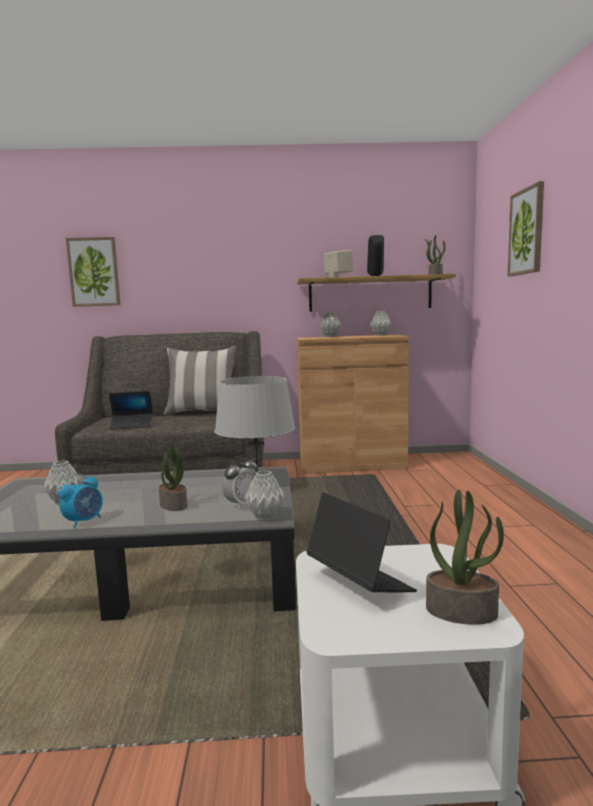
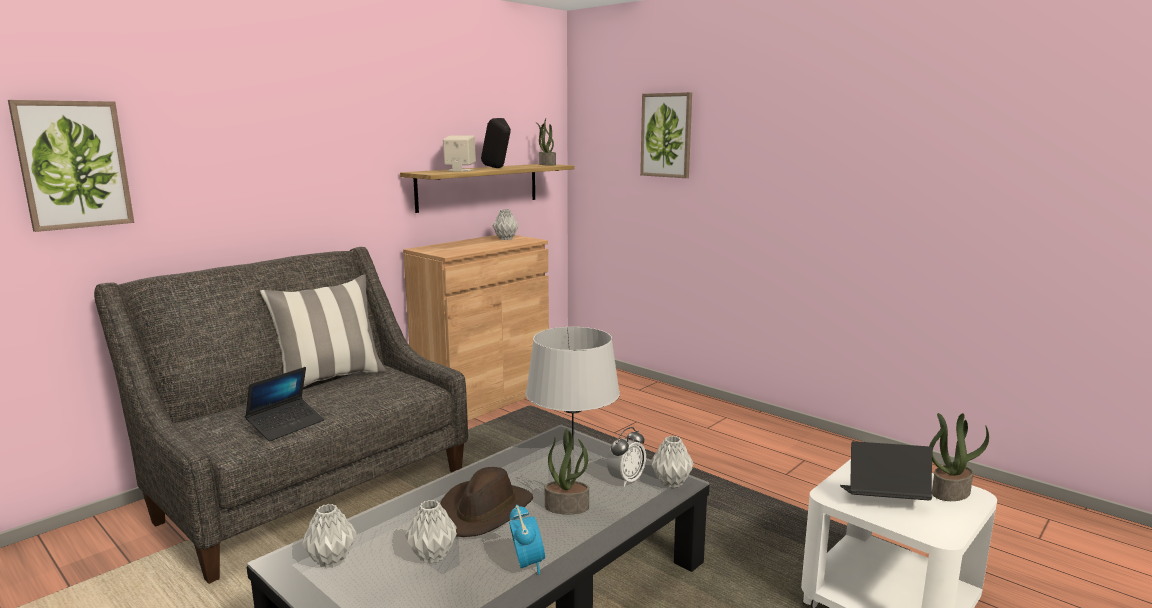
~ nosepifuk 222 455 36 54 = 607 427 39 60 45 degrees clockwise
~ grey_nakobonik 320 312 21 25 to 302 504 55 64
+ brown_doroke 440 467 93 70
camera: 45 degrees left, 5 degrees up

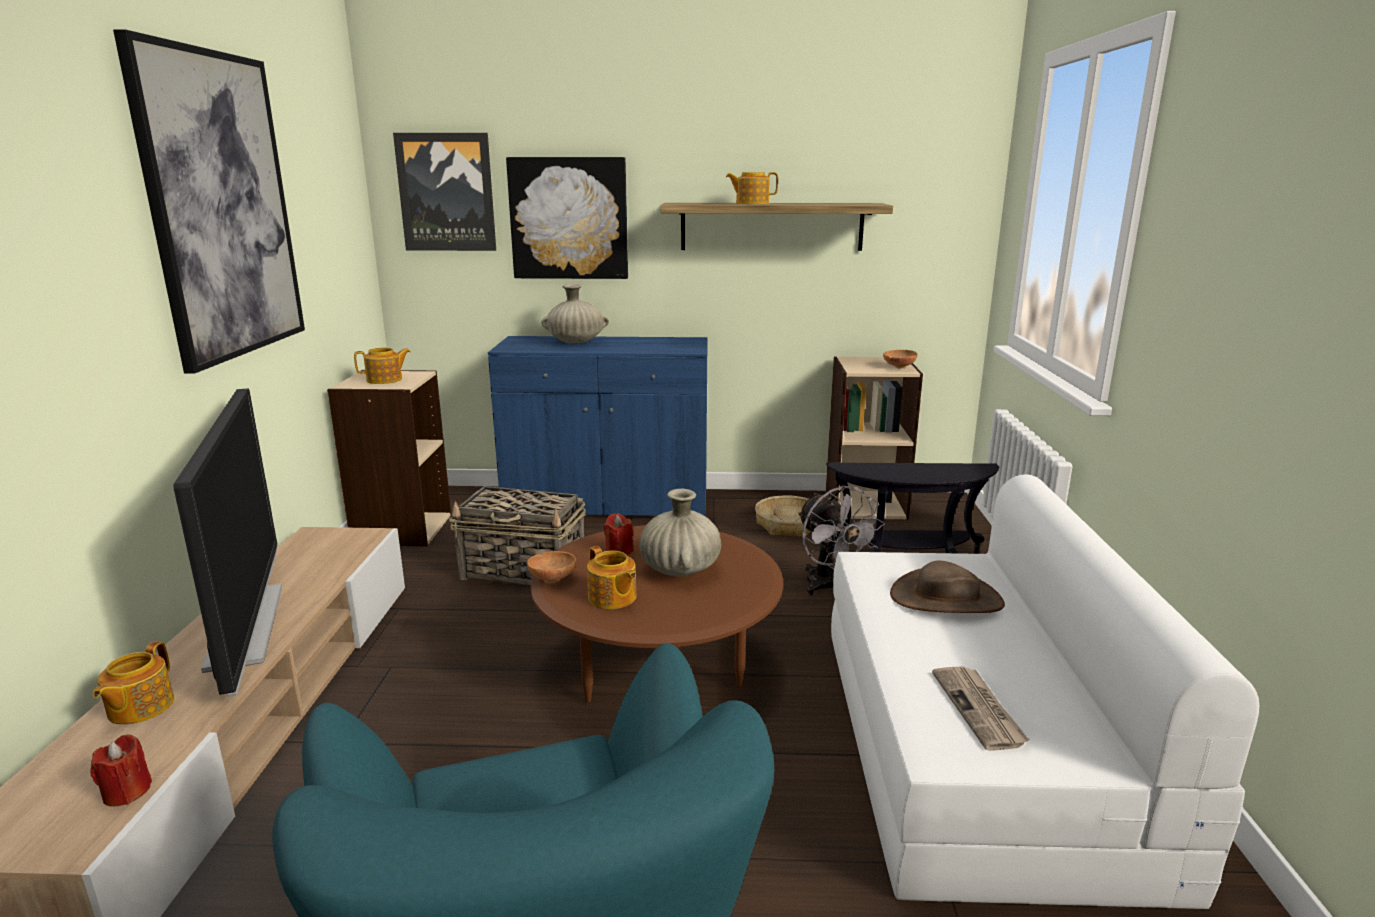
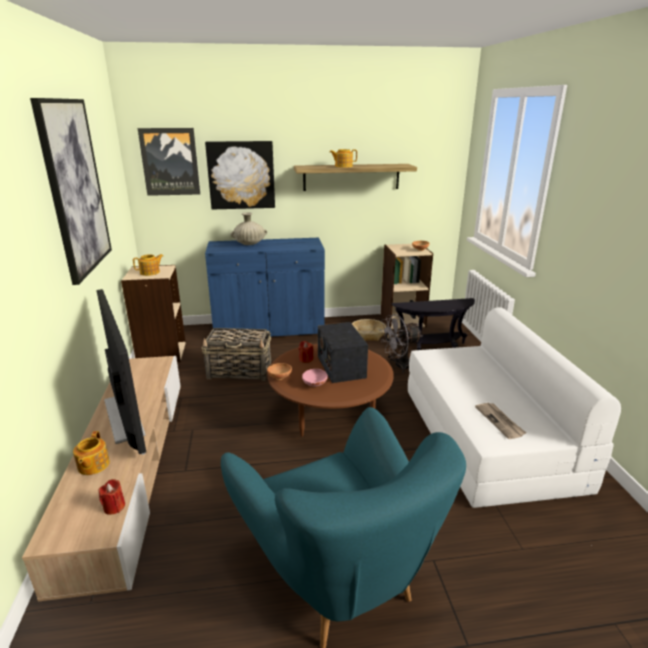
~ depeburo 587 546 50 63 to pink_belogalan 302 369 26 18
~ beige_nakobonik 639 489 82 88 to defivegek 318 322 50 61
~ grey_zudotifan 798 485 87 111 = 380 314 42 60 105 degrees clockwise
- brown_doroke 890 561 115 52
camera: 10 degrees left, 5 degrees up

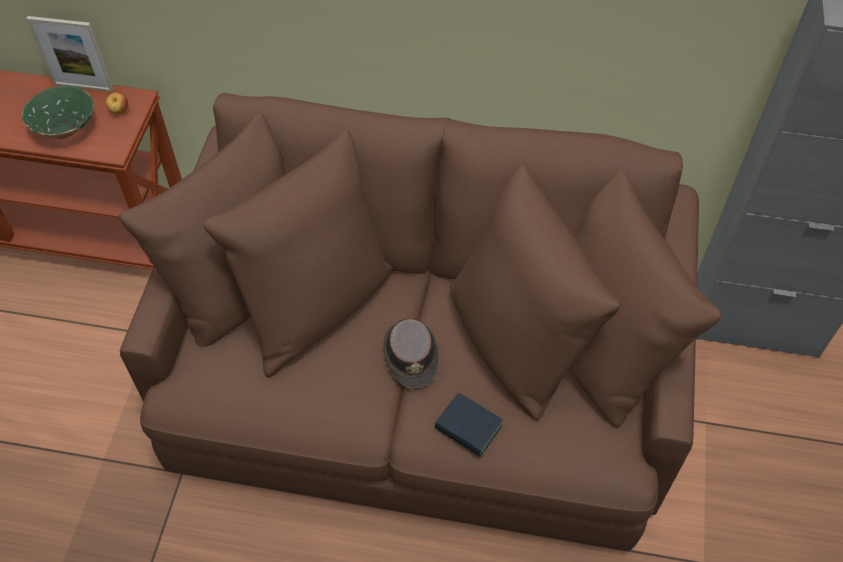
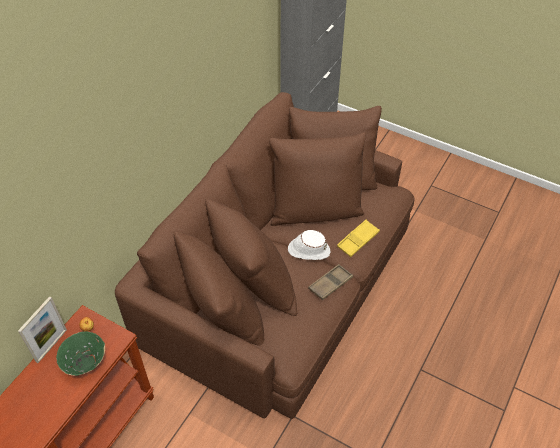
~ brown_doroke 383 318 56 71 to white_doroke 288 230 42 30
~ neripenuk 434 393 69 64 to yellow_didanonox 337 220 43 37
+ brown_didanonox 308 264 45 36
camera: 70 degrees left, 5 degrees down

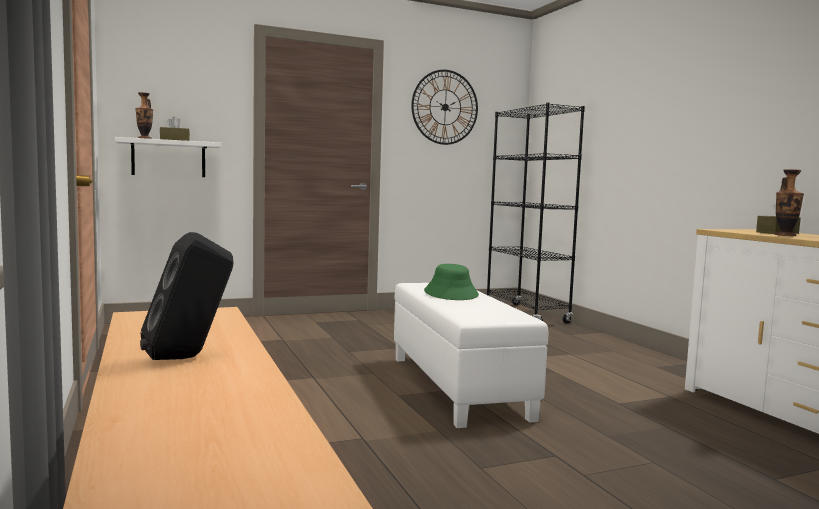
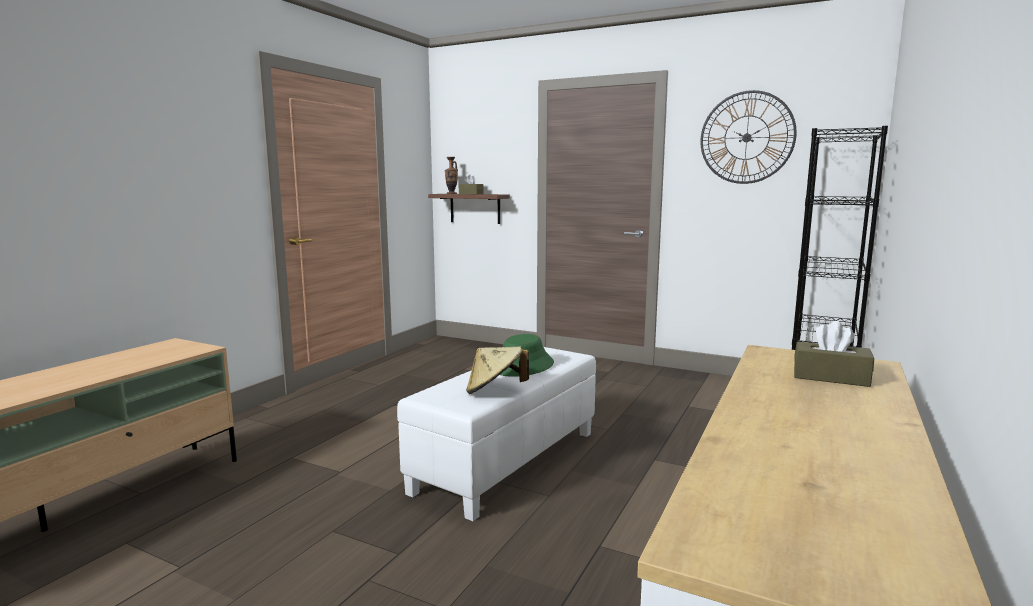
~ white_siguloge 115 137 106 40 to brown_siguloge 428 194 82 30
- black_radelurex 140 232 93 128
- nakobonik 775 169 29 67
+ beige_doroke 466 347 63 47
camera: 50 degrees right, 5 degrees up

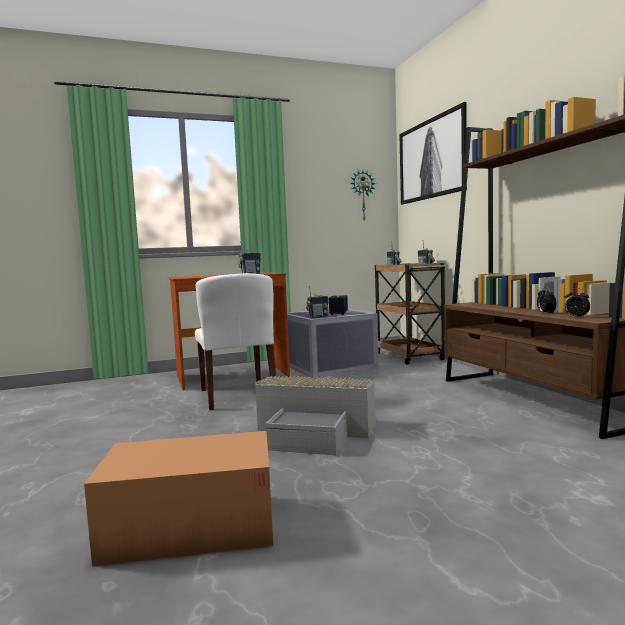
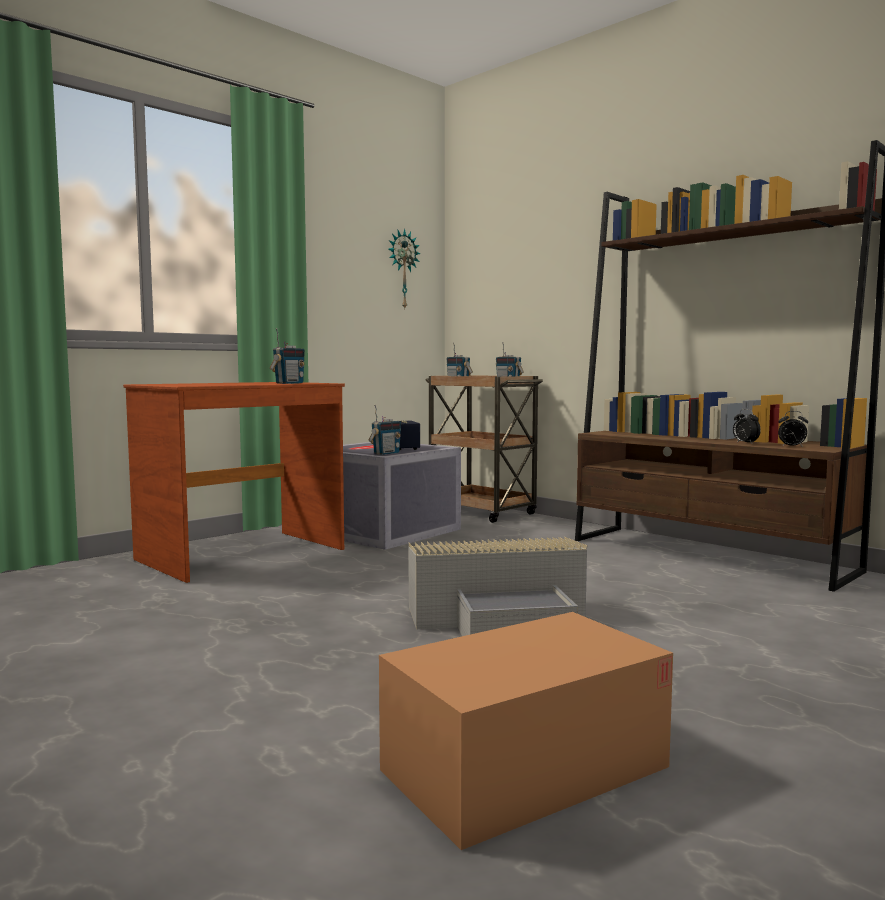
- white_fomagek 195 273 81 137
- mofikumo 399 102 68 103
camera: 25 degrees left, 0 degrees up

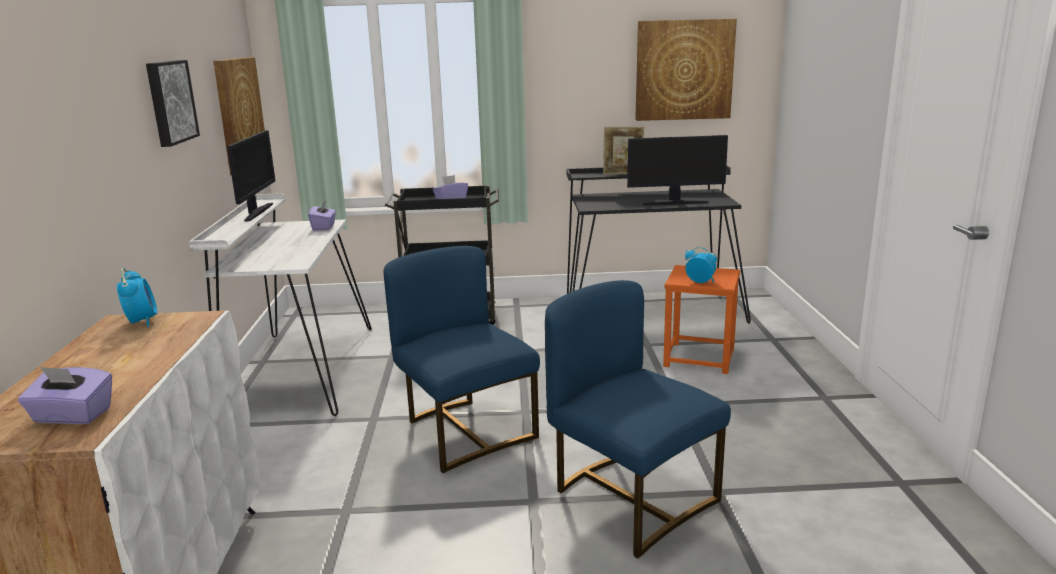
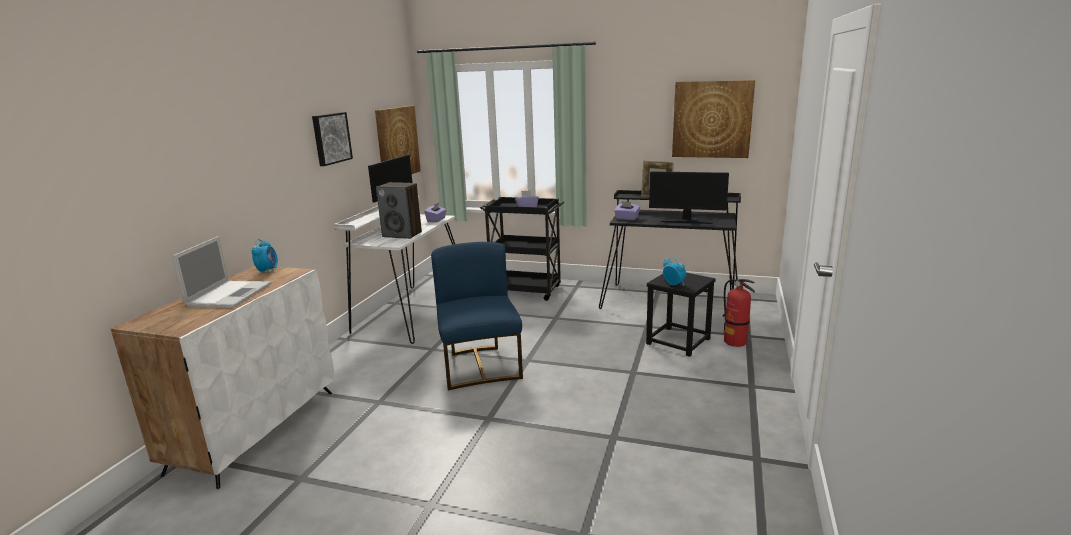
~ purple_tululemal 18 367 94 57 to 614 201 26 19
- blue_fomagek 545 280 186 279
~ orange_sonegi 663 265 77 109 to black_sonegi 646 273 70 84
+ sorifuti 172 236 99 72
+ radelurex 376 182 46 57
+ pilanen 723 279 32 68
camera: 20 degrees right, 0 degrees up

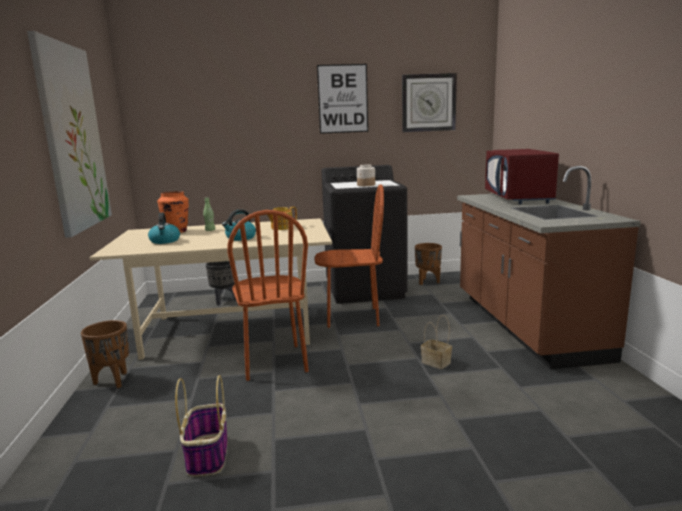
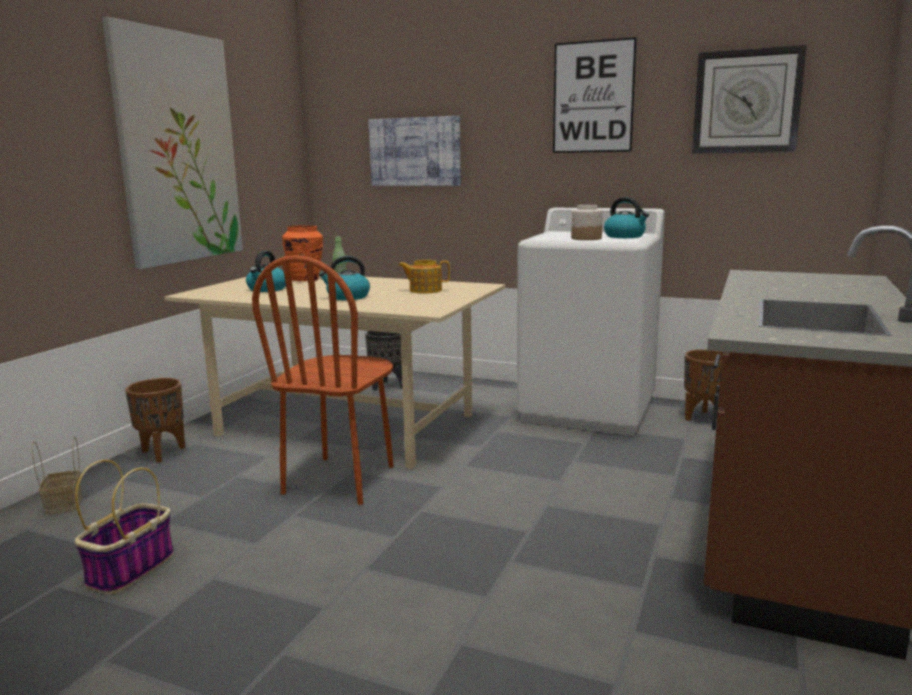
- brown_fomagek 315 184 69 144
~ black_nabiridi 322 165 85 139 to white_nabiridi 517 208 148 228
~ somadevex 421 315 31 54 to 32 437 50 78
- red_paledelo 485 149 74 55
+ mofikumo 369 116 92 70
+ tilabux 604 197 45 41
camera: 30 degrees right, 0 degrees up

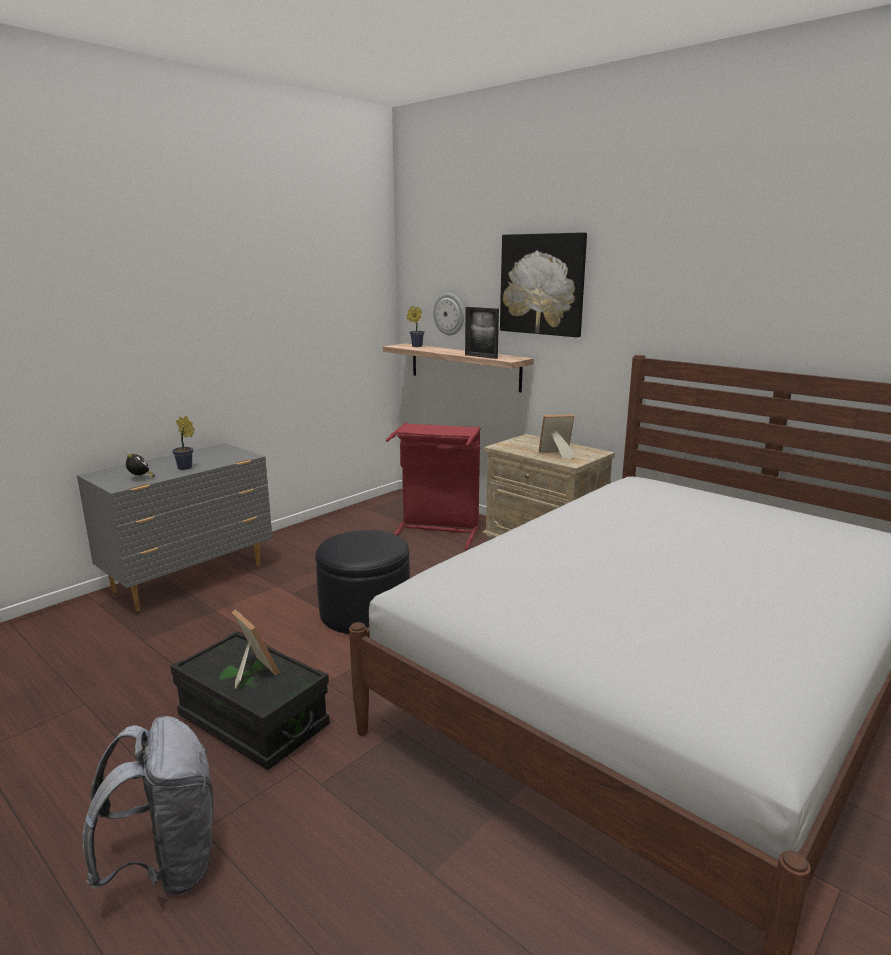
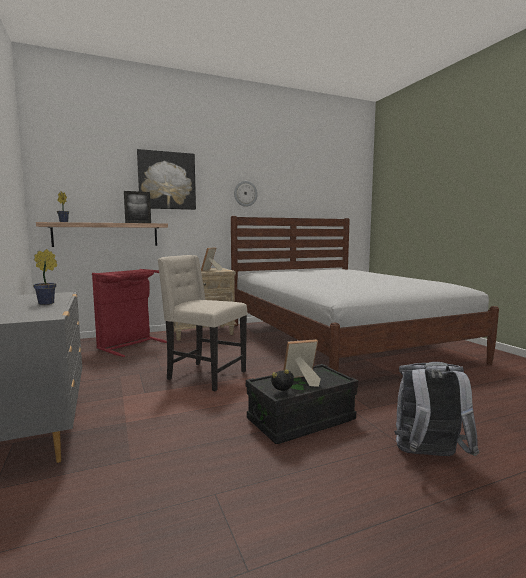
~ nosepifuk 126 453 29 24 to 271 369 23 22
~ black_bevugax 315 530 95 104 to beige_fomagek 158 255 89 136
~ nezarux 433 293 31 42 to 234 181 24 26
camera: 65 degrees left, 10 degrees down

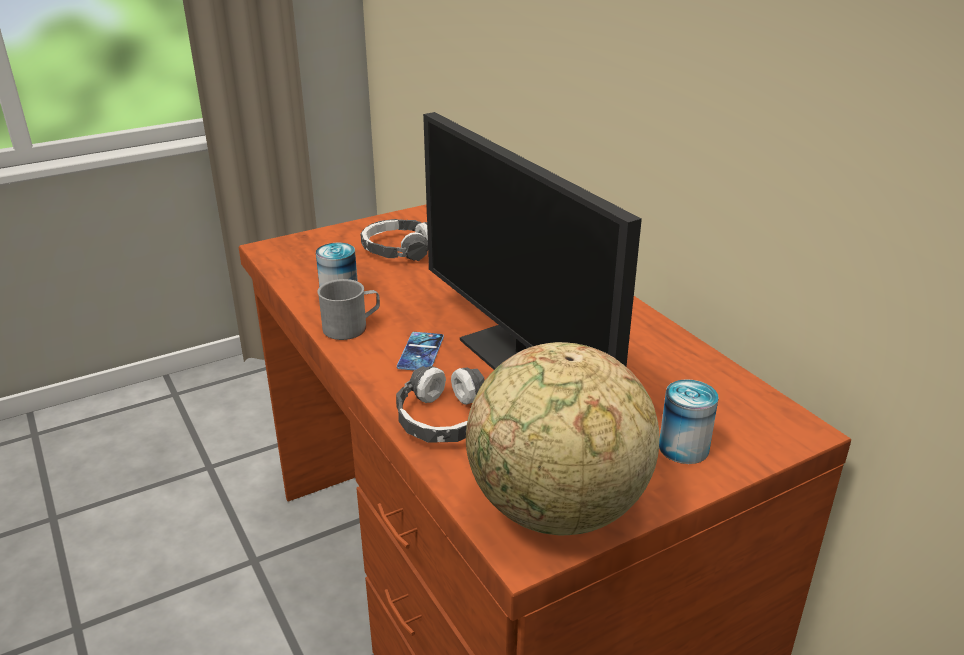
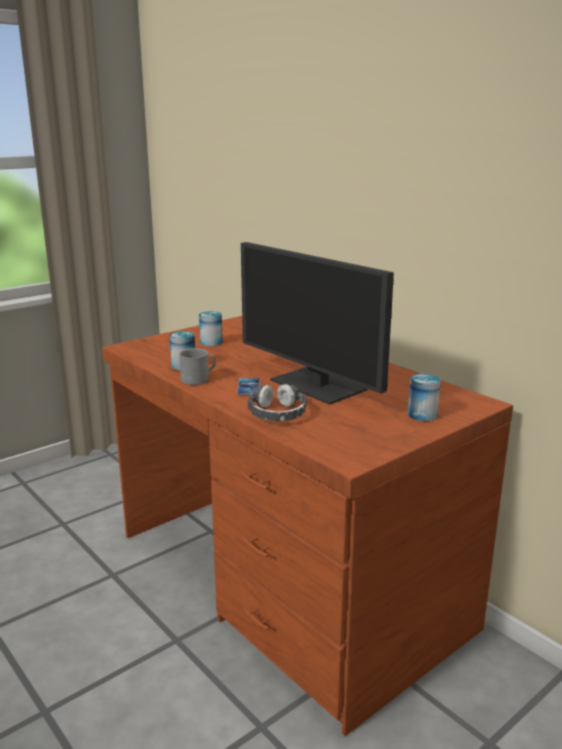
~ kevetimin 360 219 68 42 to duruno 199 311 24 35
- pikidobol 466 342 194 193
camera: 10 degrees left, 10 degrees down

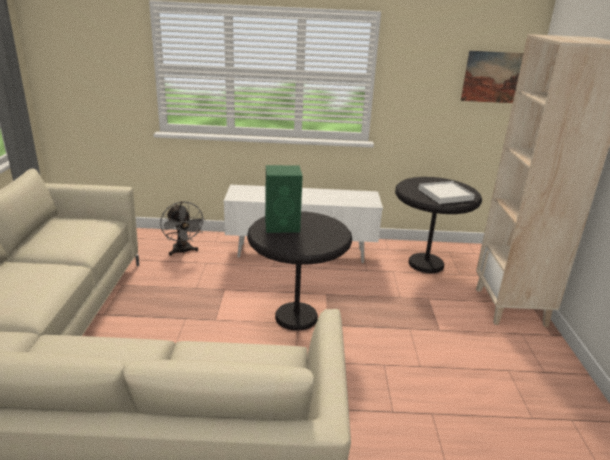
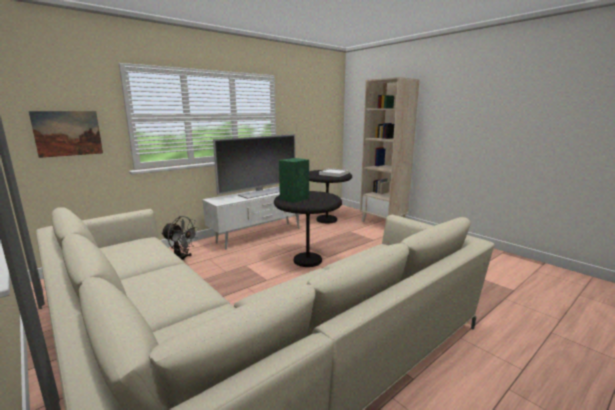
~ mofikumo 461 50 62 53 to 29 111 74 47
+ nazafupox 213 134 82 65
camera: 40 degrees left, 10 degrees down

